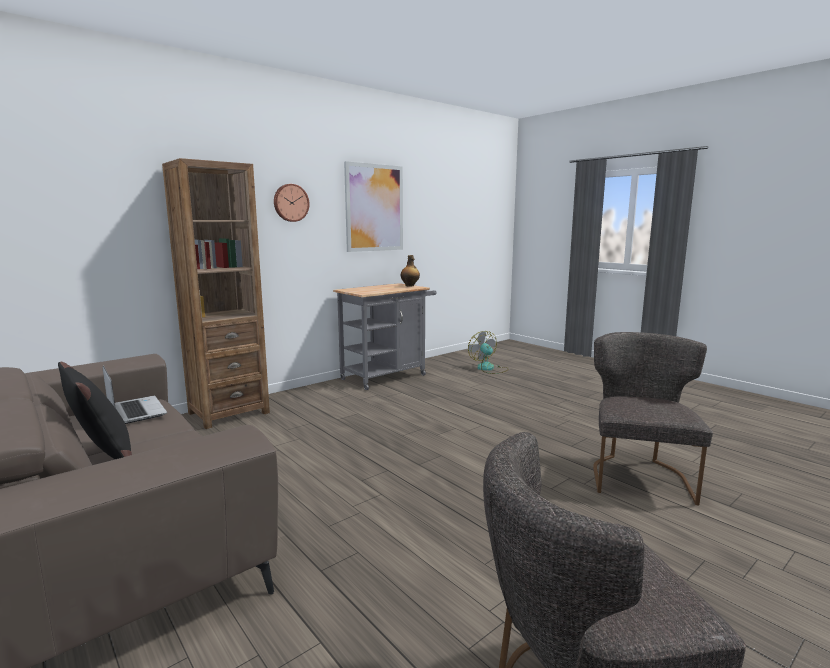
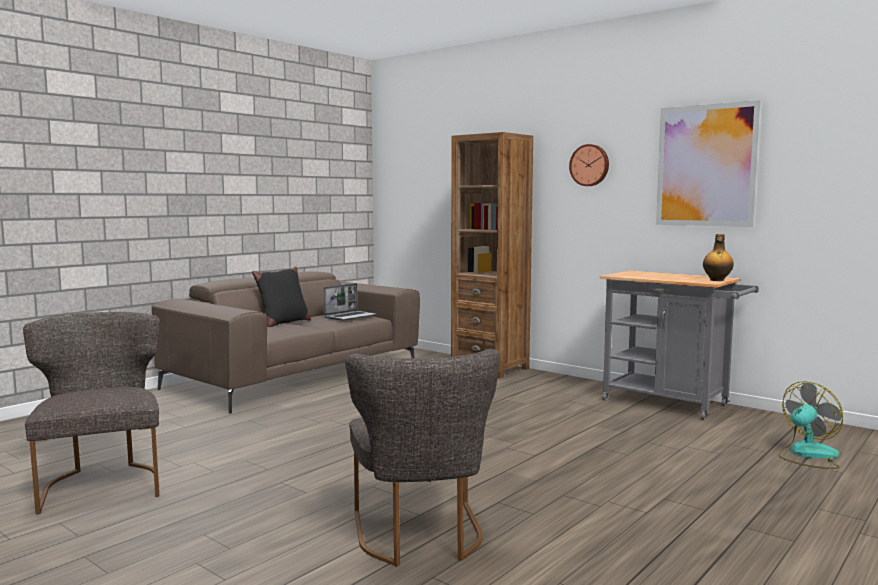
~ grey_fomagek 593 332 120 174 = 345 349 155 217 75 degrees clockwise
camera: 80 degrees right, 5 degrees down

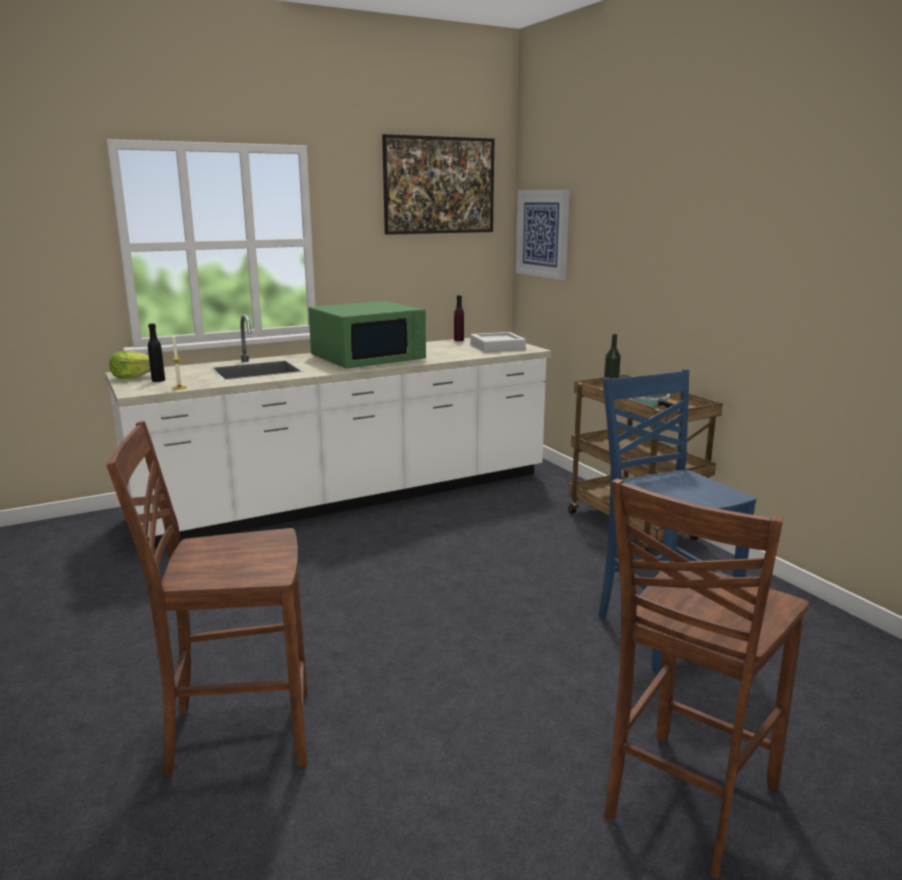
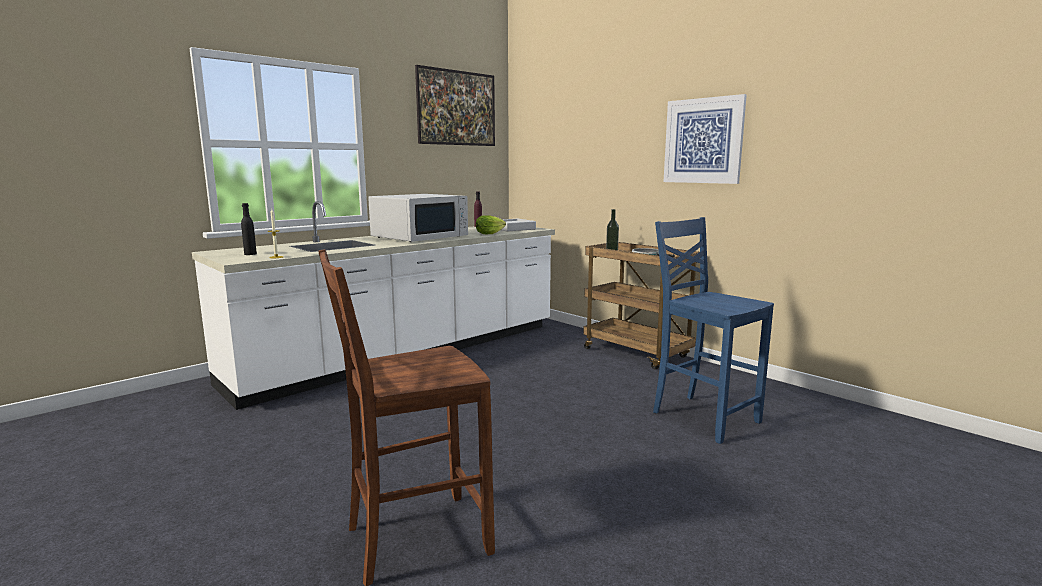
~ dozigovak 109 351 42 28 to 476 216 30 18
~ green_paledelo 308 301 118 68 to white_paledelo 368 194 100 48
~ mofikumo 516 189 54 91 to 664 94 83 90
- brown_fomagek 604 478 205 400
camera: 15 degrees left, 5 degrees down

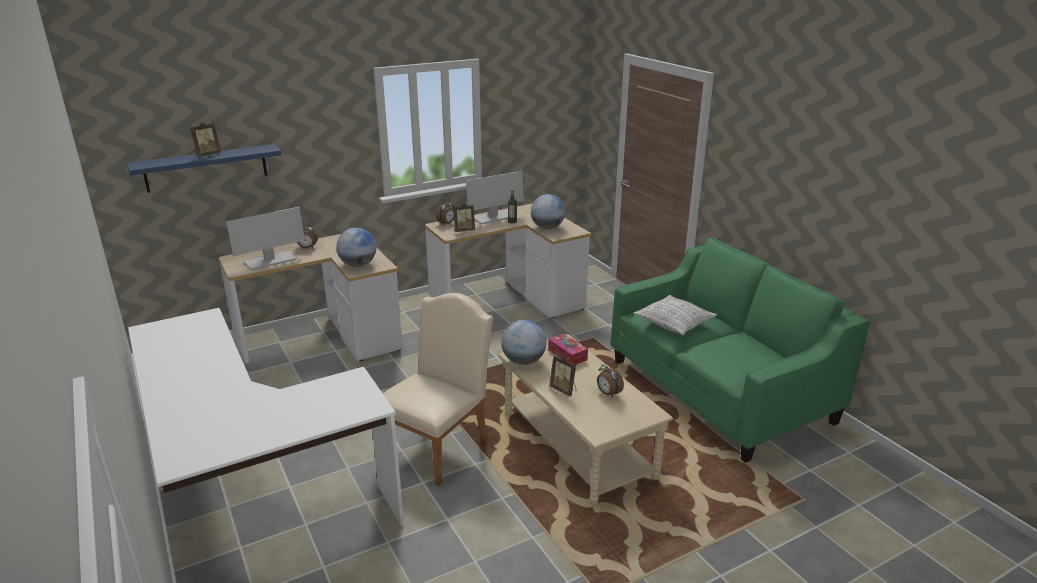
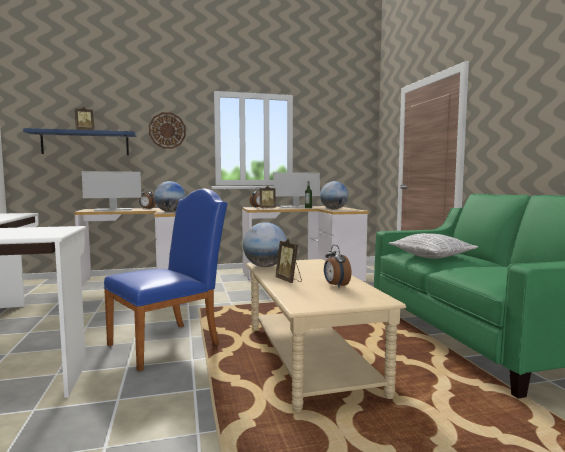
~ beige_fomagek 383 293 110 193 to blue_fomagek 104 189 124 182
- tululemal 548 333 40 32
+ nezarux 149 112 37 37
camera: 15 degrees right, 20 degrees down

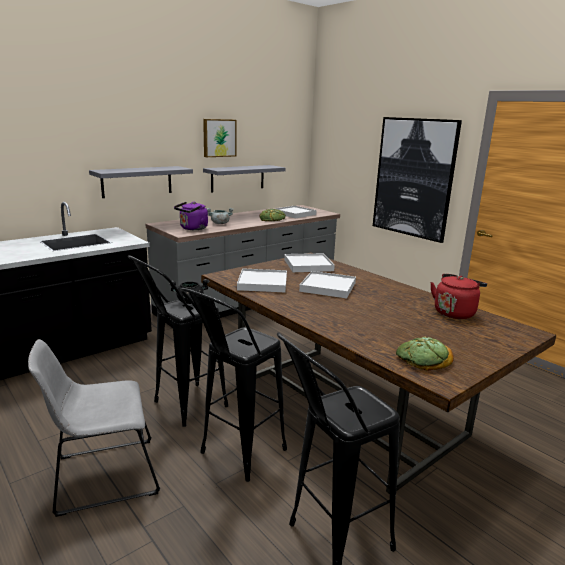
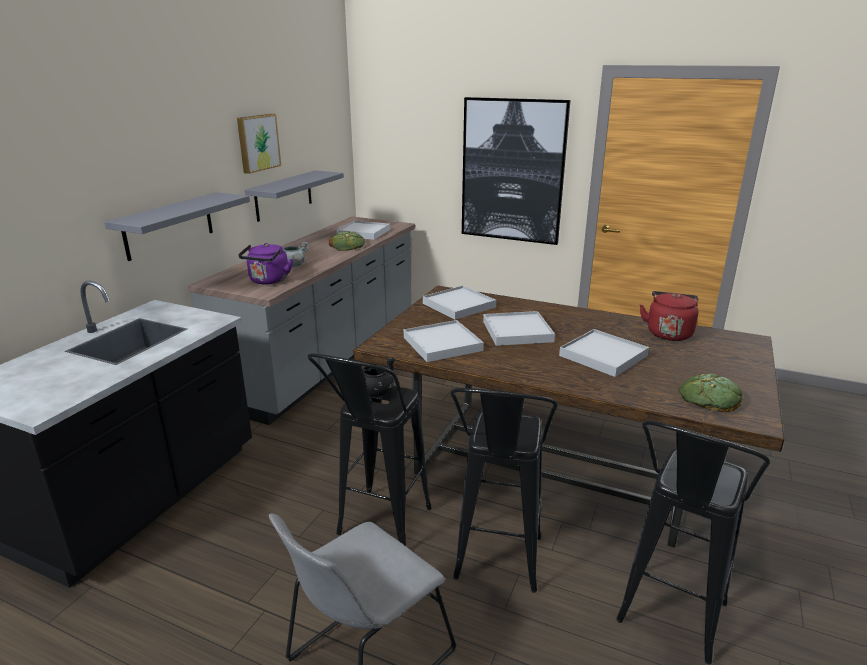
+ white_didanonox 559 329 90 48
camera: 25 degrees left, 5 degrees up

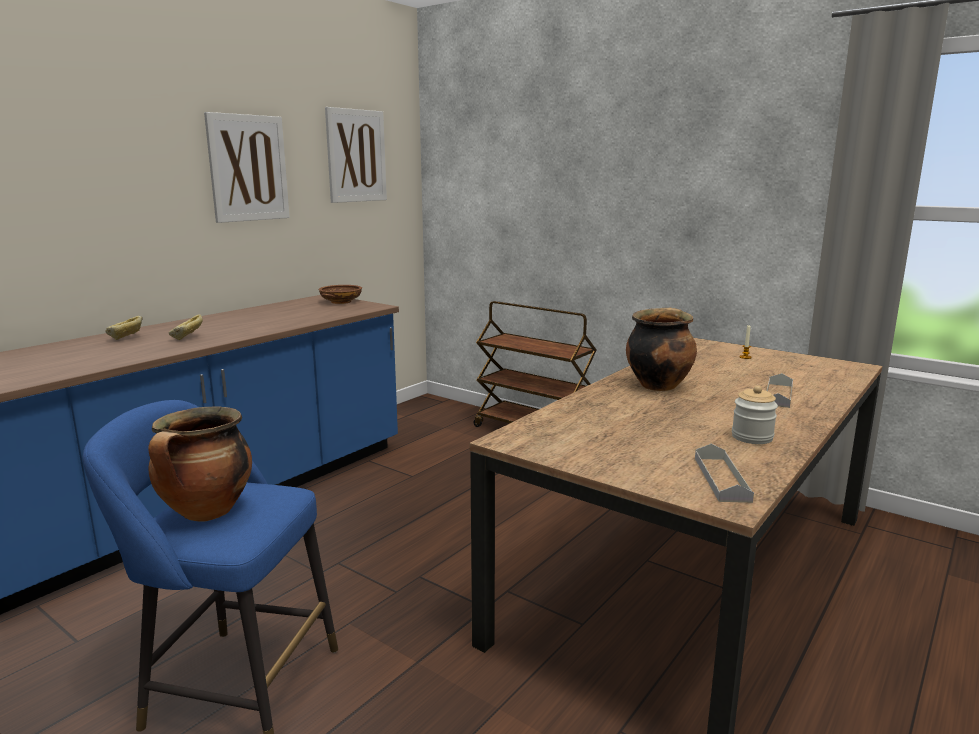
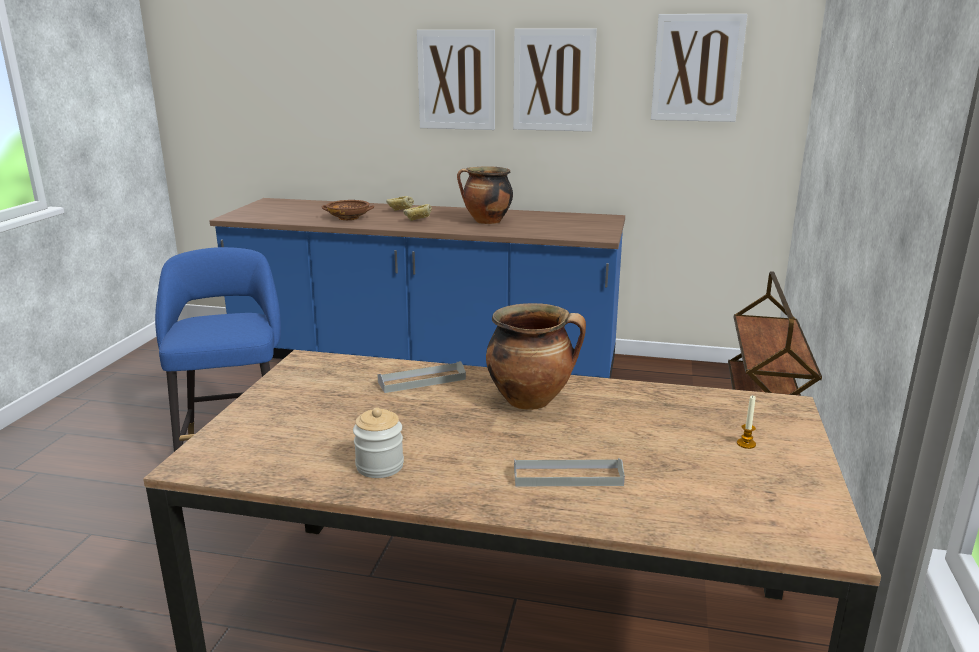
~ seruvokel 148 407 104 114 to 457 166 56 58
~ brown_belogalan 318 285 44 19 to 322 200 52 20
~ grey_didanonox 695 444 59 59 to 377 361 89 32
+ mofikumo 417 30 78 100
camera: 65 degrees right, 5 degrees up

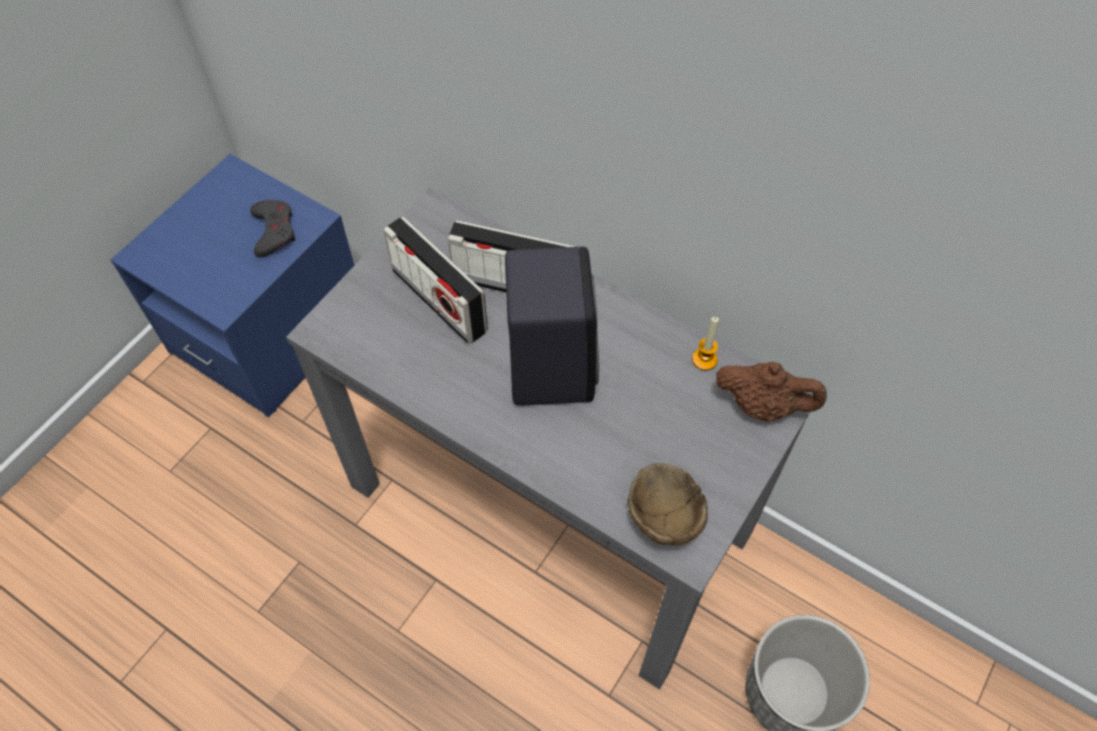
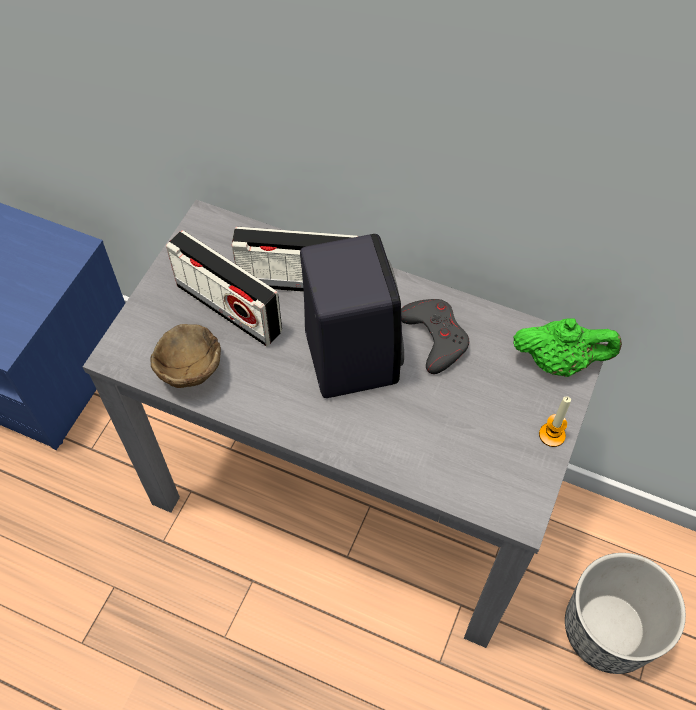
~ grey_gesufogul 250 200 45 57 to 401 299 68 75
~ brown_belogalan 627 463 81 83 to 151 324 70 64
~ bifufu 692 317 27 53 to 539 396 32 51
~ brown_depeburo 716 362 111 60 to green_depeburo 513 318 109 59
camera: 10 degrees left, 0 degrees up

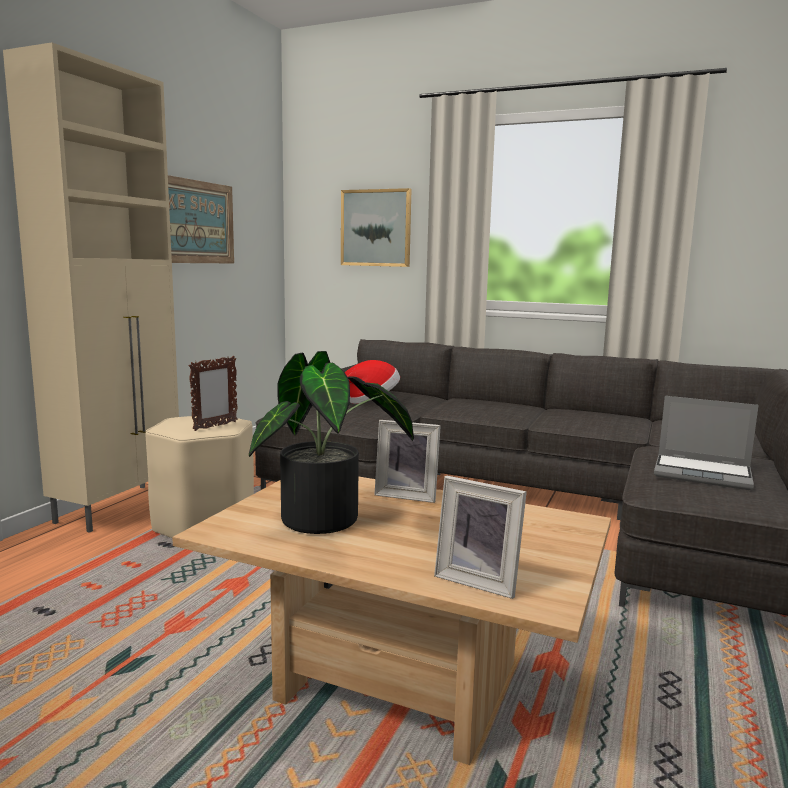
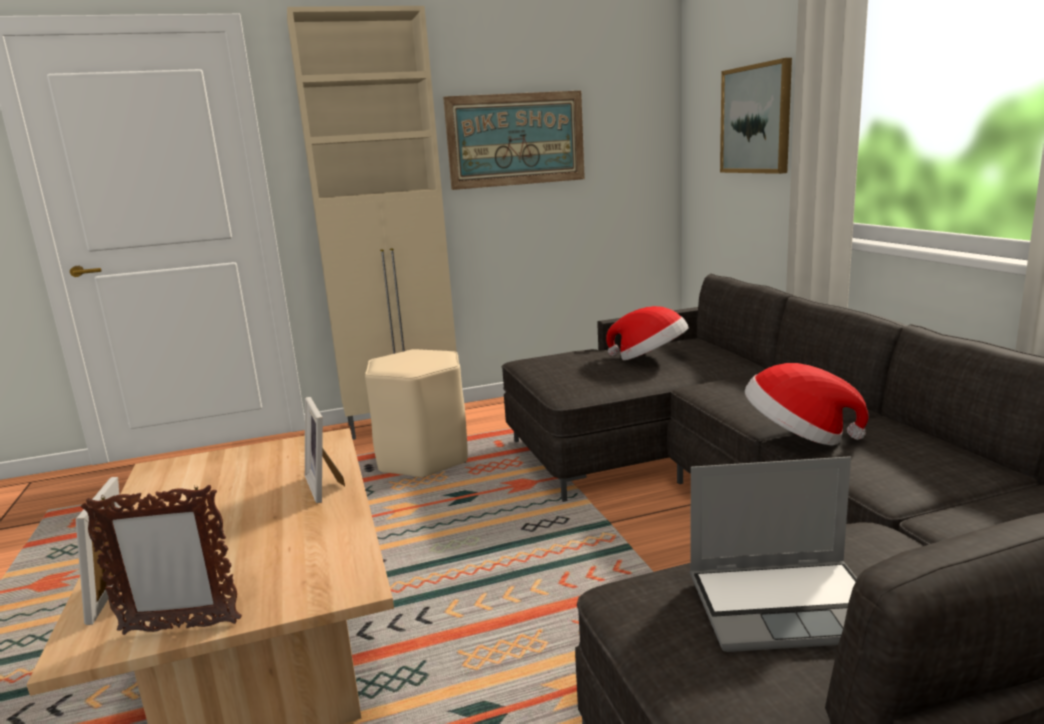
~ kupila 189 356 49 75 to 81 484 161 151
- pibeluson 249 351 165 183
~ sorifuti 654 396 105 94 = 690 457 167 195 75 degrees counterclockwise
+ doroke 745 363 123 83
camera: 50 degrees right, 5 degrees up

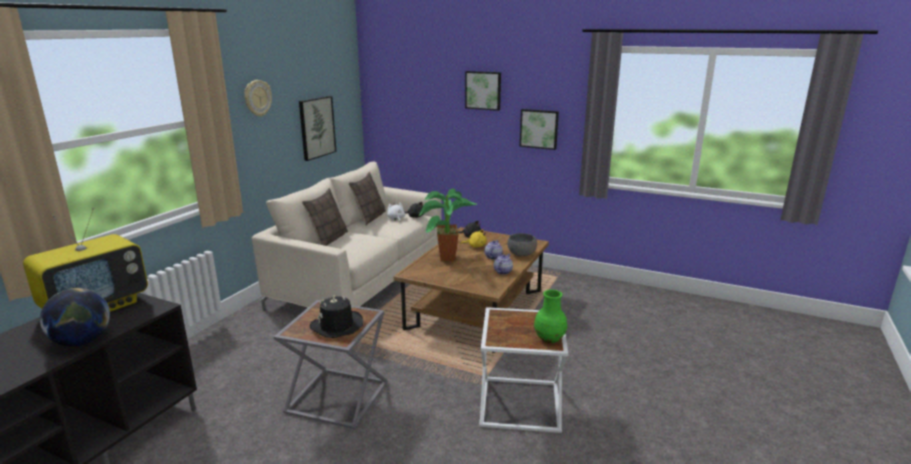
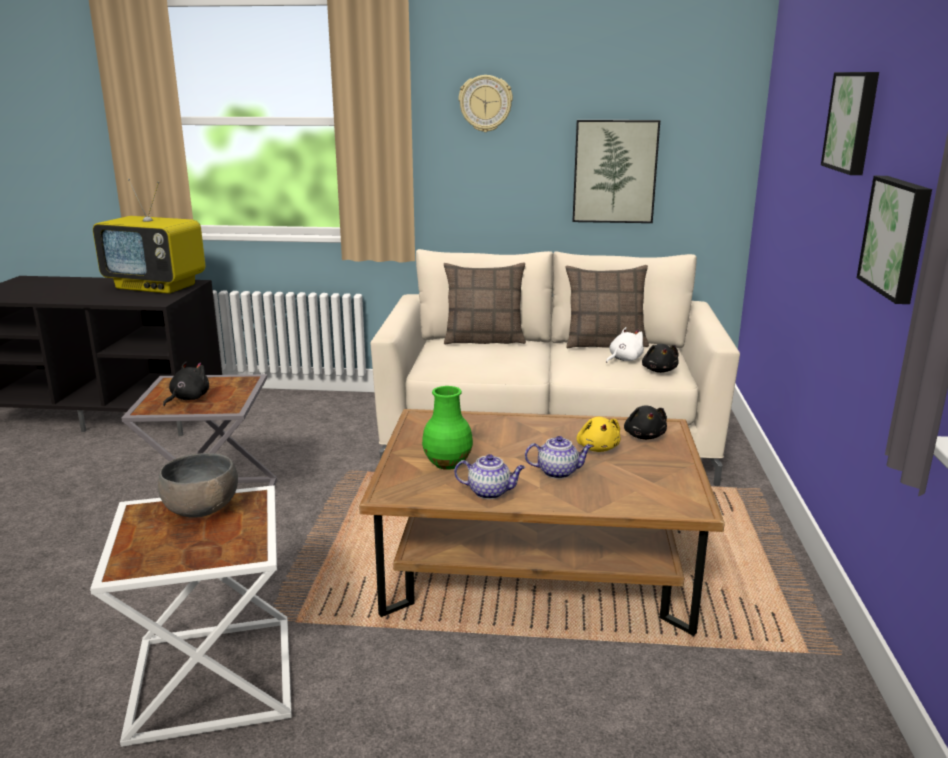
- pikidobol 40 288 70 58
~ black_doroke 310 295 53 43 to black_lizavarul 163 361 46 45
- pibeluson 419 188 58 73
~ grey_belogalan 507 233 30 24 to 158 453 80 64
~ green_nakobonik 534 289 33 54 to 422 386 51 84
camera: 70 degrees right, 0 degrees up

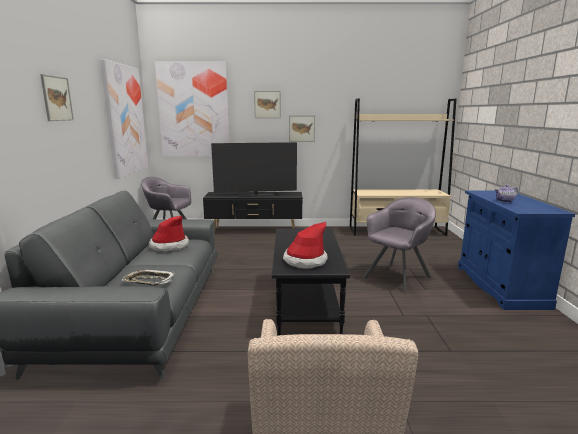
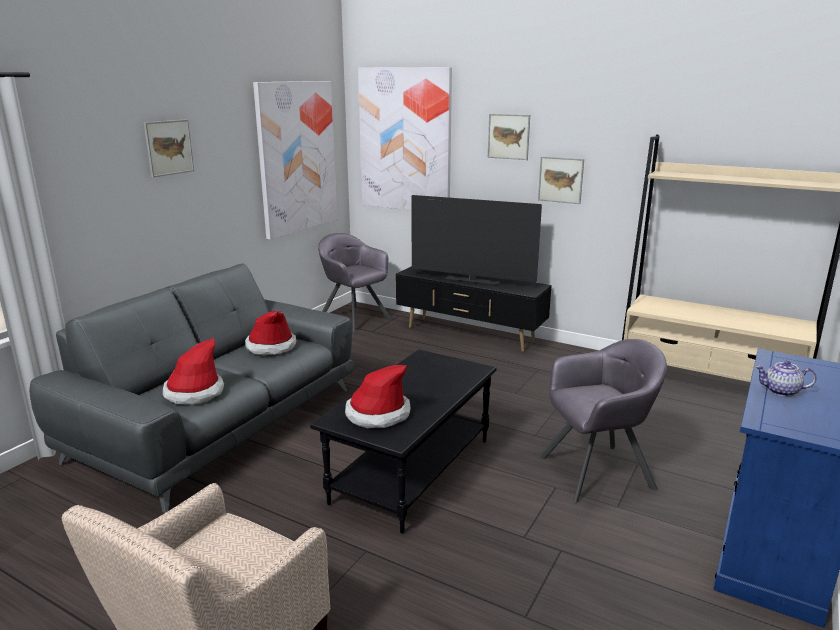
~ didanonox 122 269 53 17 to doroke 163 338 61 67
camera: 30 degrees right, 5 degrees up

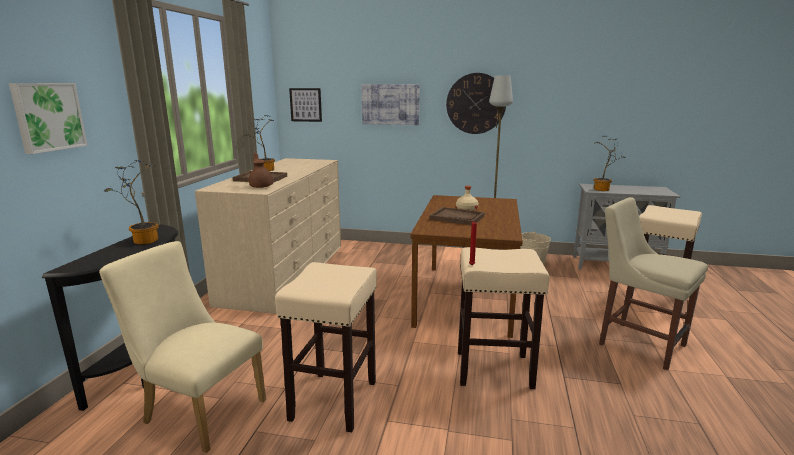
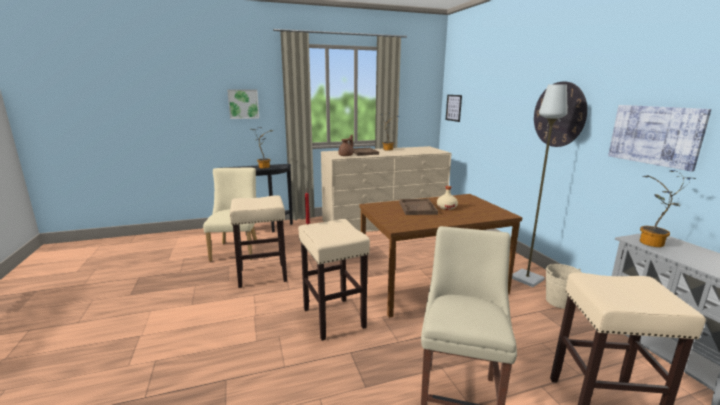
~ mofikumo 361 84 59 41 to 608 105 103 67
camera: 60 degrees right, 0 degrees up

